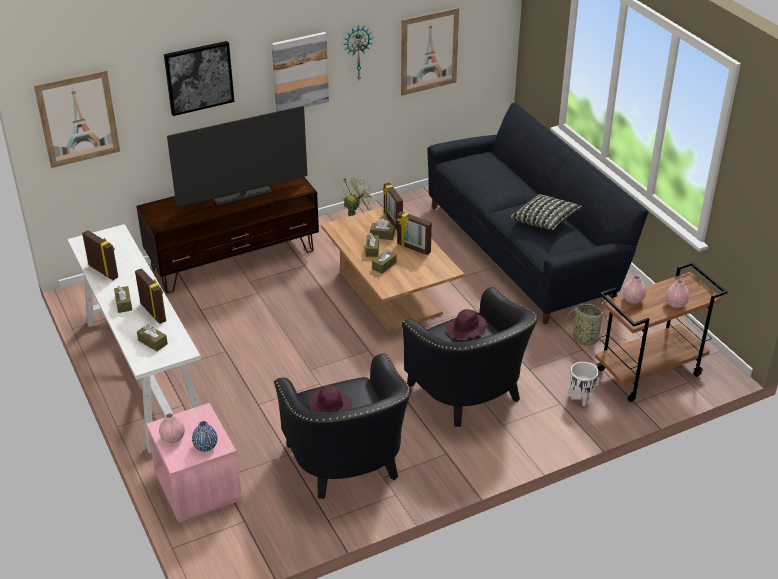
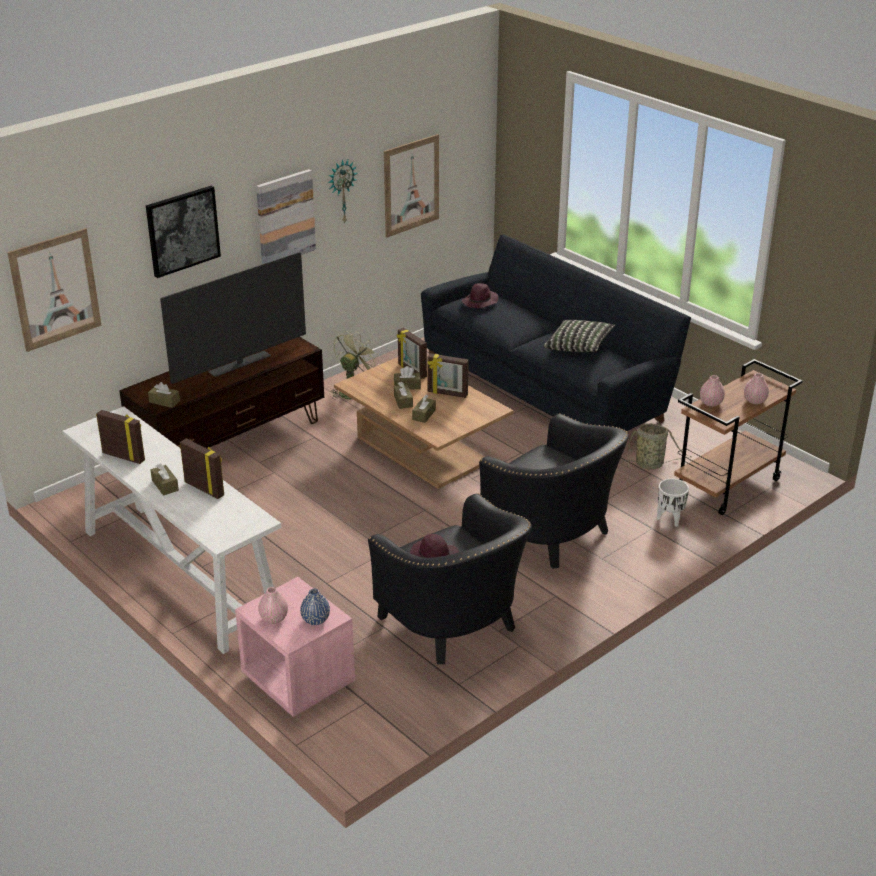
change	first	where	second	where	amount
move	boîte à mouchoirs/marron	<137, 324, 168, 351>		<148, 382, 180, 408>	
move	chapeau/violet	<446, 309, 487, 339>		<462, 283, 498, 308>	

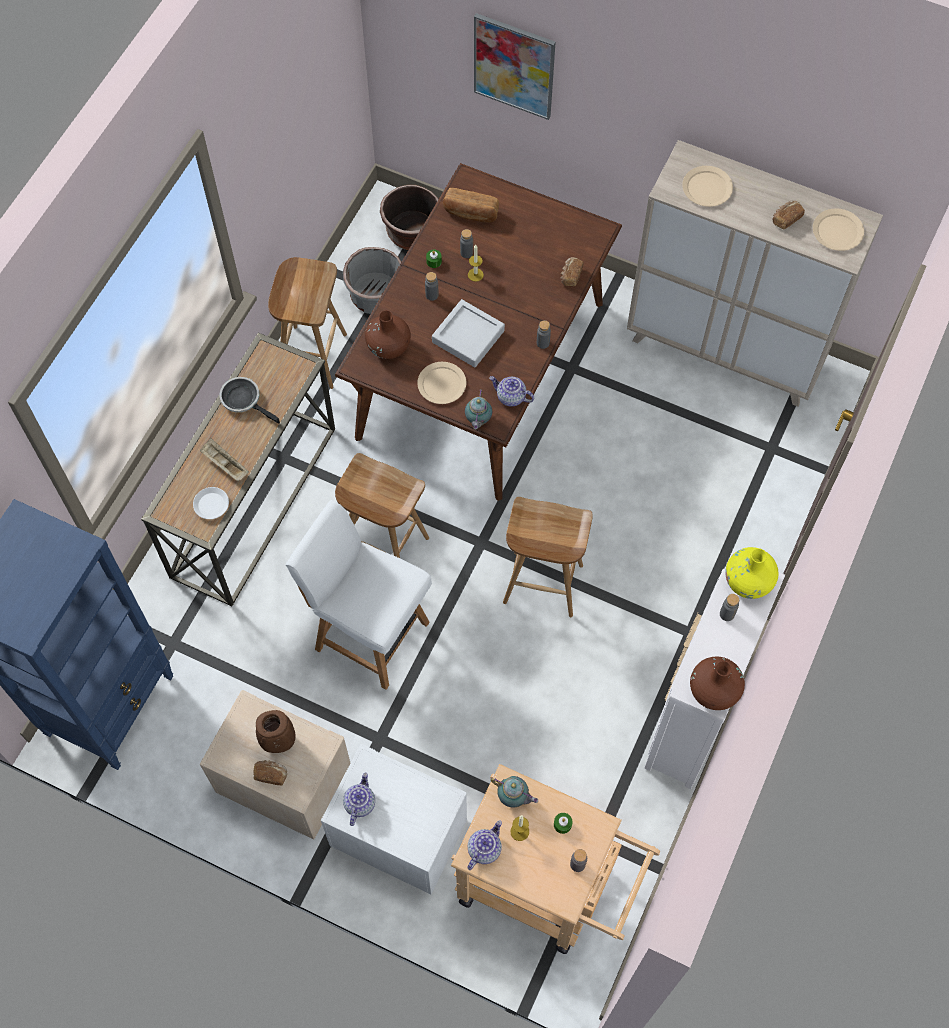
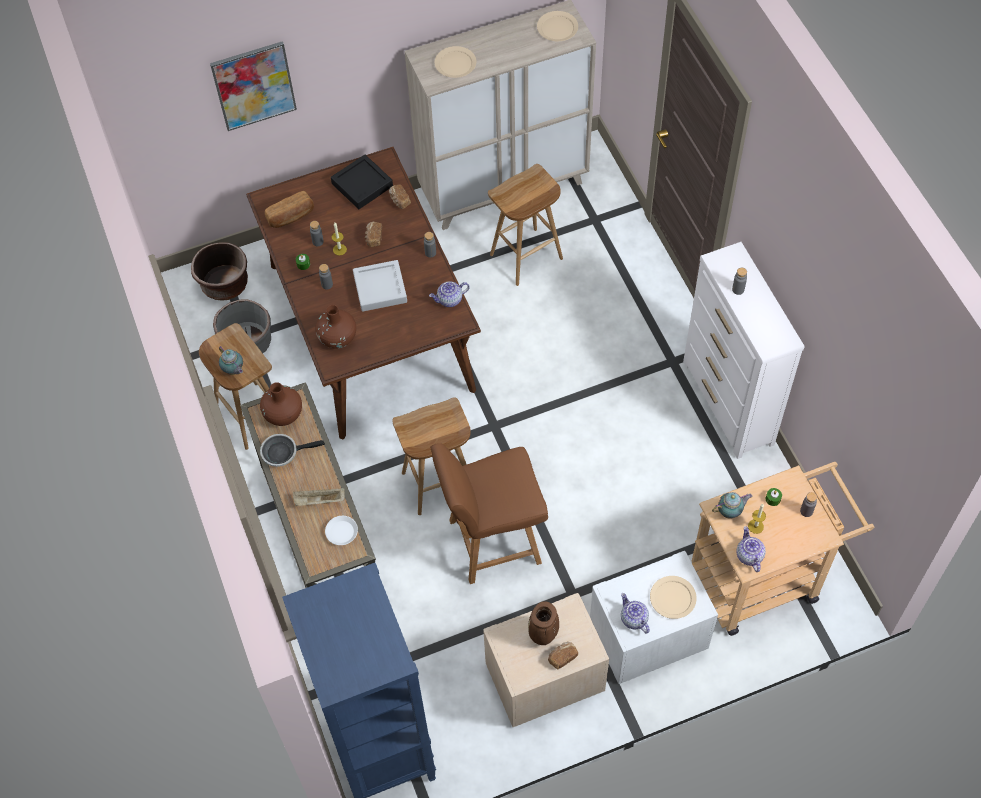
change	first	where	second	where	amount
delete	vase/jaune	<725, 547, 778, 599>			
insert			plateau/noir	<331, 155, 393, 209>	
move	assiette/beige	<417, 362, 466, 404>		<650, 576, 697, 619>	
move	théière	<465, 390, 492, 430>		<219, 347, 243, 375>	
move	tabouret/marron	<503, 497, 593, 617>		<488, 164, 563, 286>	
move	vase/marron	<690, 657, 745, 710>		<260, 382, 302, 426>	
move	pain	<772, 200, 805, 229>		<364, 222, 382, 247>	
recolor	chaise/blanc	<286, 500, 432, 690>	chaise/marron	<430, 443, 548, 584>	

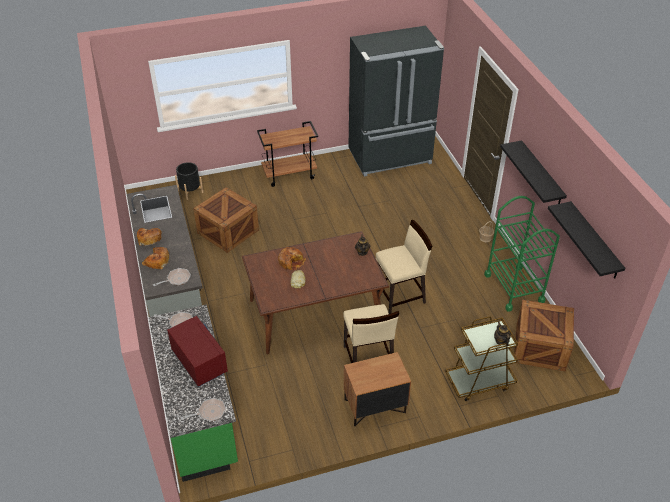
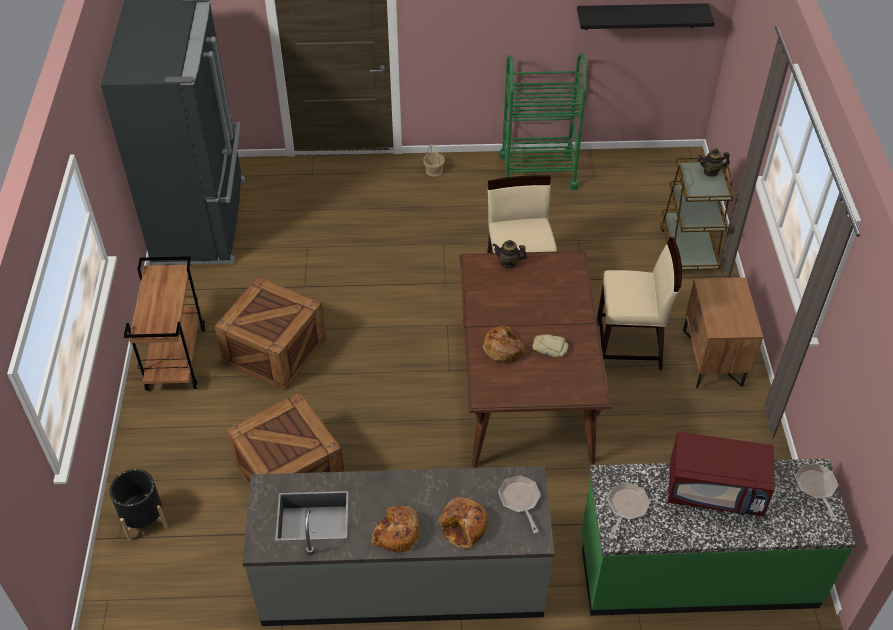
change	first	where	second	where	amount
delete	étagère/noir	<500, 140, 567, 204>			
move	caisse	<514, 300, 574, 372>		<214, 277, 326, 391>	
rotate	micro-ondes/rouge	<167, 316, 228, 387>		<668, 432, 774, 516>	150 degrees counterclockwise

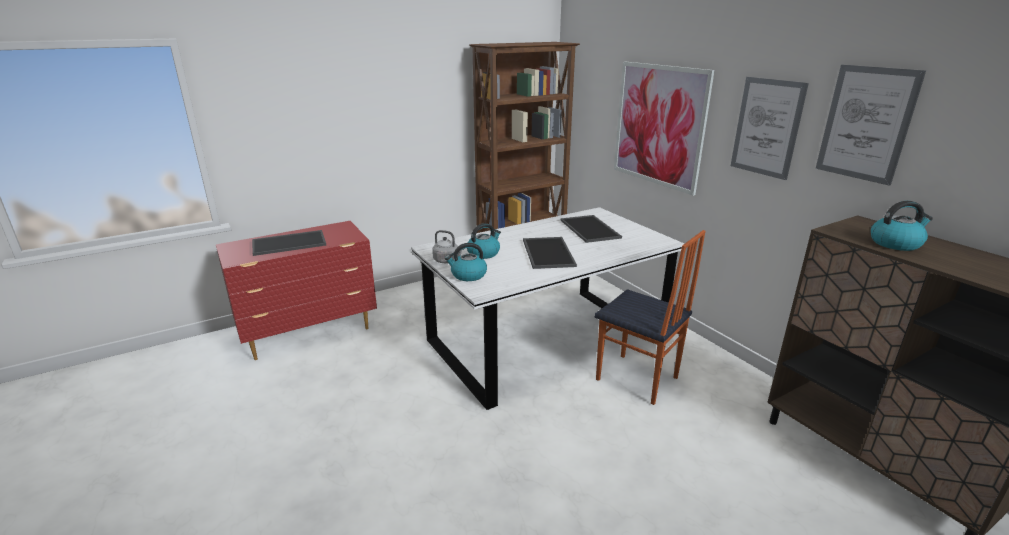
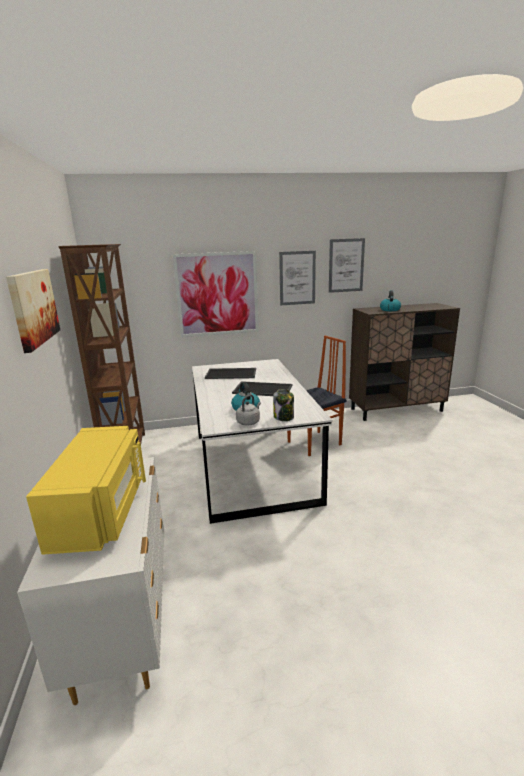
change	first	where	second	where	amount
insert			tableau	<6, 269, 60, 353>	
replace	plateau	<252, 230, 326, 256>	micro-ondes/jaune	<26, 426, 146, 555>	
replace	bouilloire	<445, 243, 487, 281>	bocal	<273, 389, 294, 421>	
recolor	commode/rouge	<216, 221, 377, 360>	commode/blanc	<17, 457, 164, 705>	

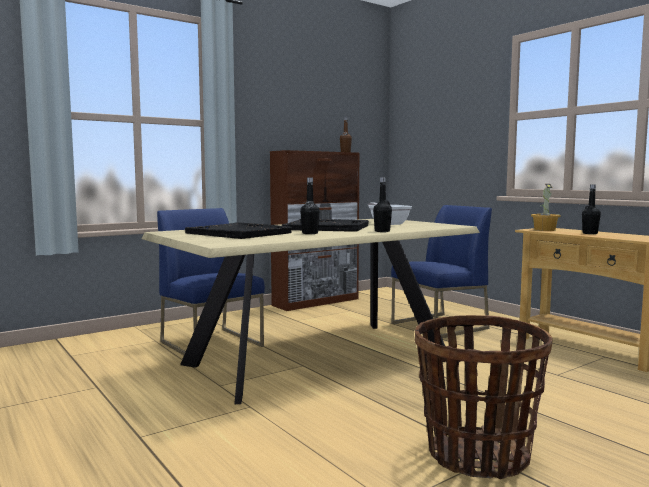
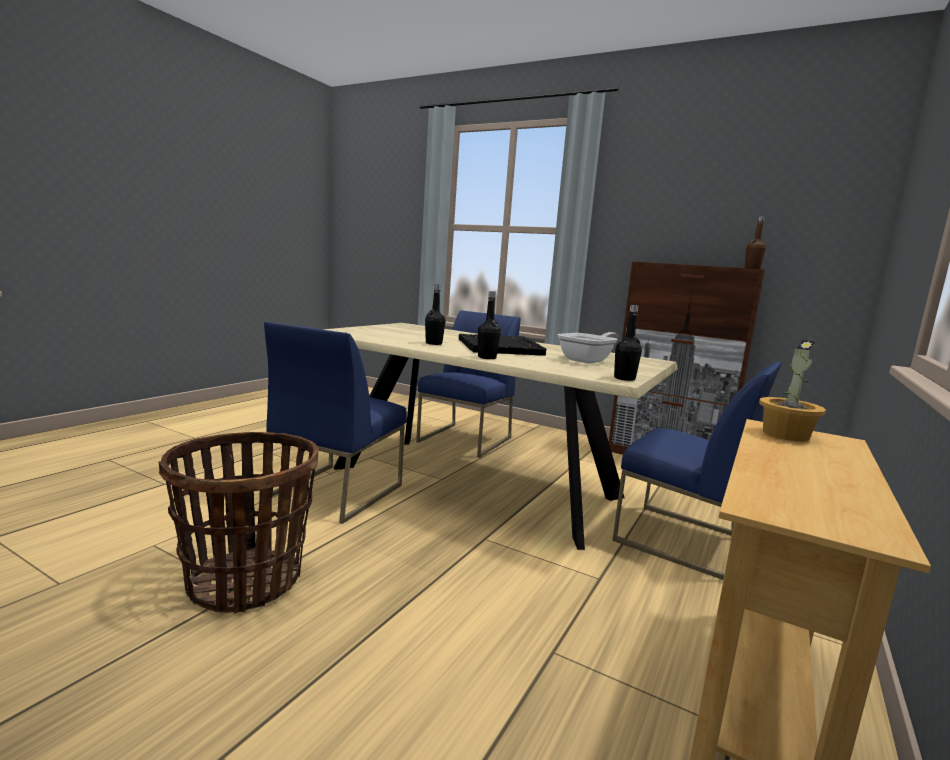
change	first	where	second	where	amount
delete	plateau/noir	<185, 222, 292, 239>			
insert			chaise/bleu	<264, 322, 407, 524>	
move	bouteille/noir	<582, 184, 601, 234>		<614, 305, 642, 381>	

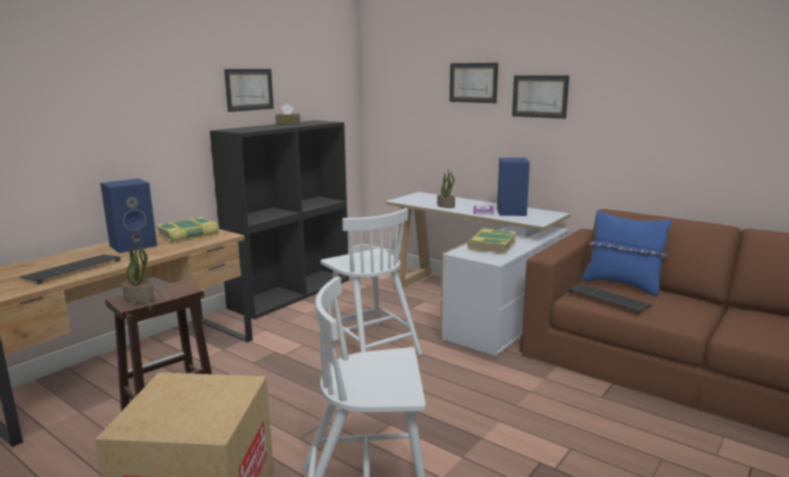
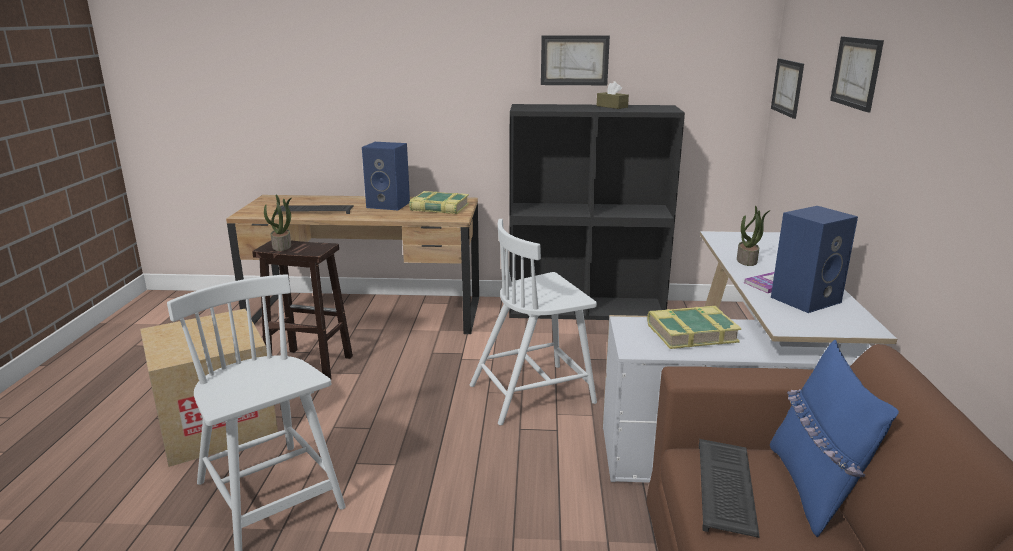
change	first	where	second	where	amount
move	tableau	<512, 75, 569, 119>		<771, 58, 804, 119>	
rotate	chaise/blanc	<320, 208, 422, 355>		<470, 219, 597, 425>	45 degrees clockwise

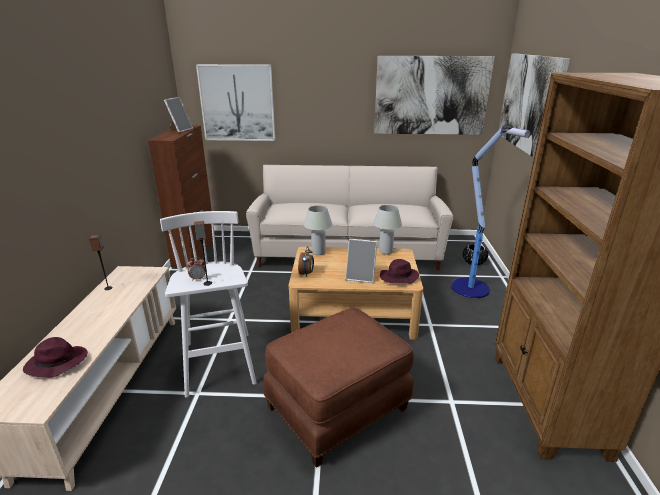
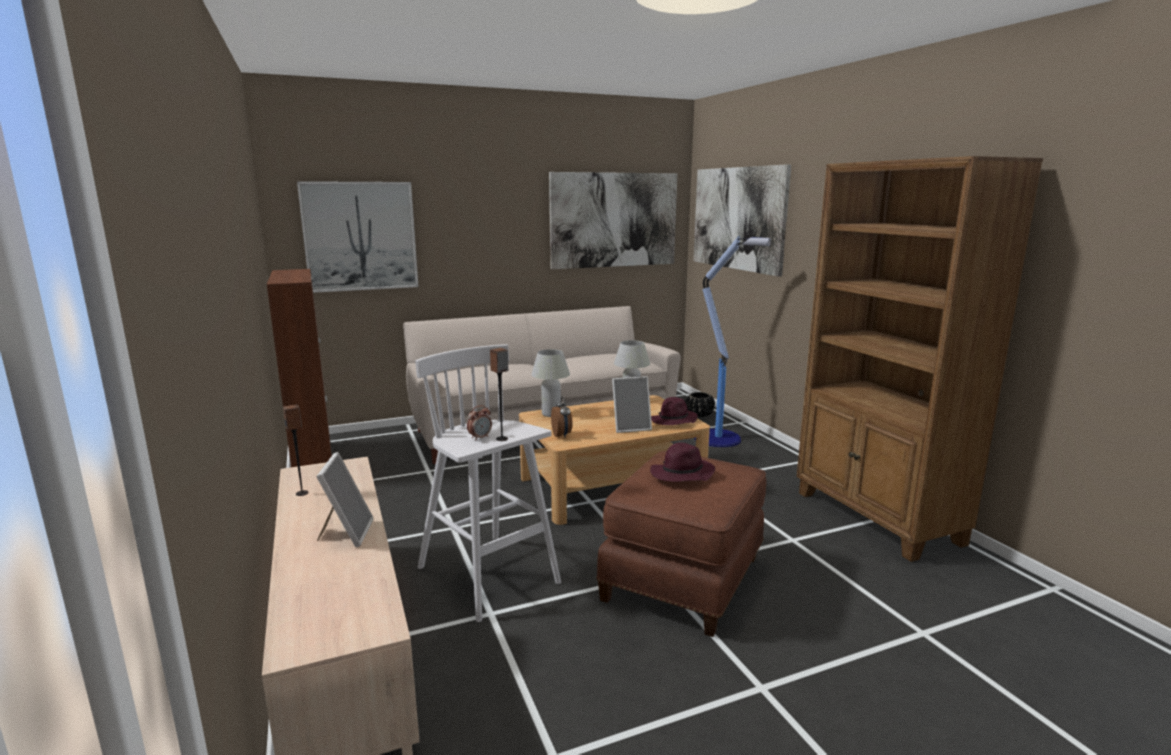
change	first	where	second	where	amount
move	chapeau/violet	<23, 337, 88, 378>		<650, 443, 715, 482>	
move	cadre photo	<164, 97, 193, 133>		<316, 452, 374, 547>	

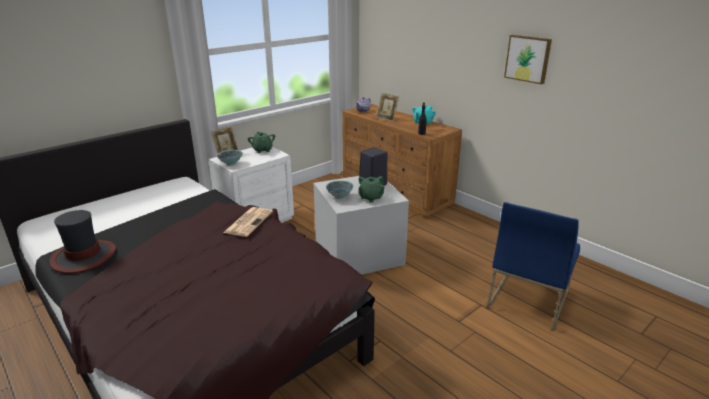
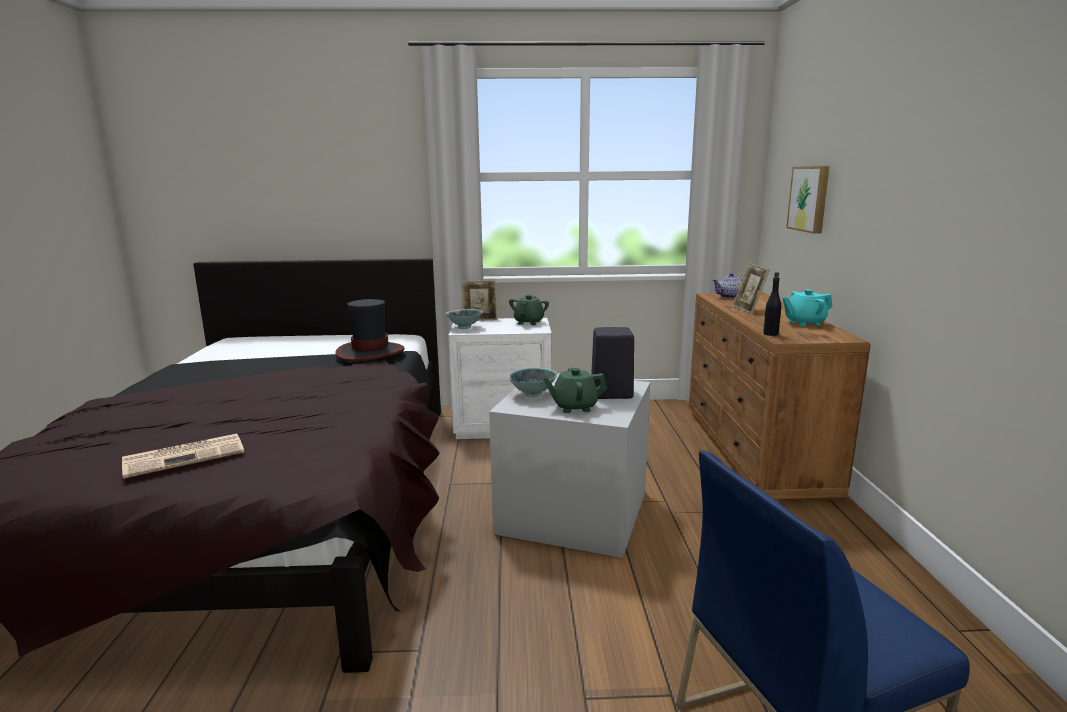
change	first	where	second	where	amount
move	chapeau	<49, 210, 116, 274>		<335, 299, 405, 362>	
move	journal	<223, 207, 273, 237>		<122, 434, 244, 479>	
move	tableau	<504, 35, 552, 84>		<786, 166, 830, 234>	

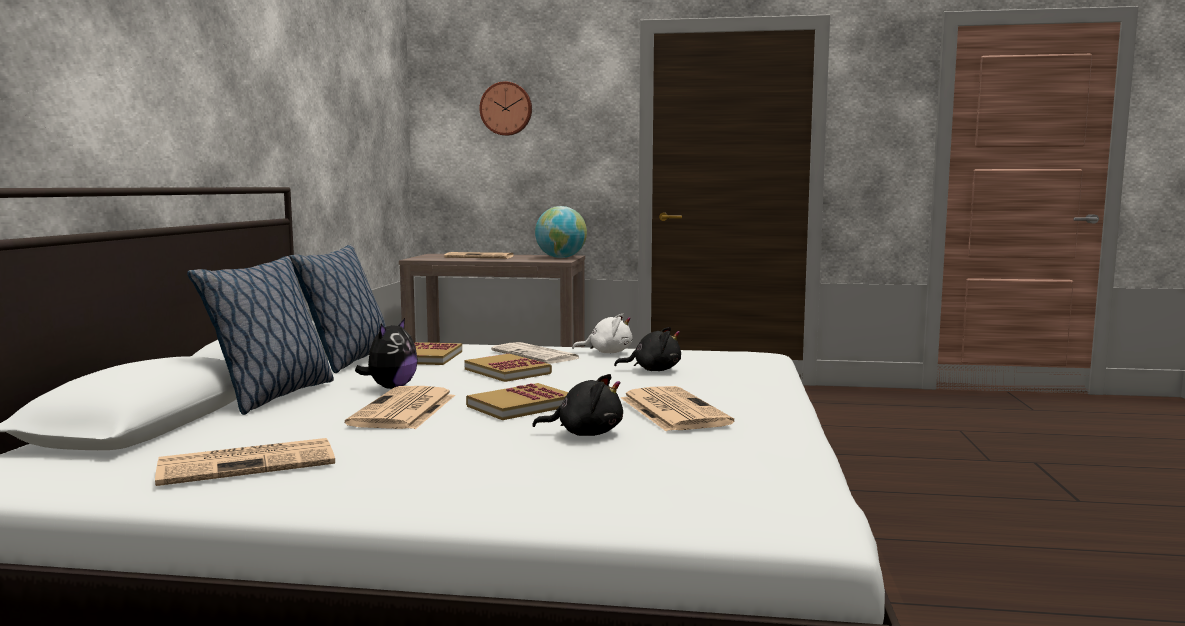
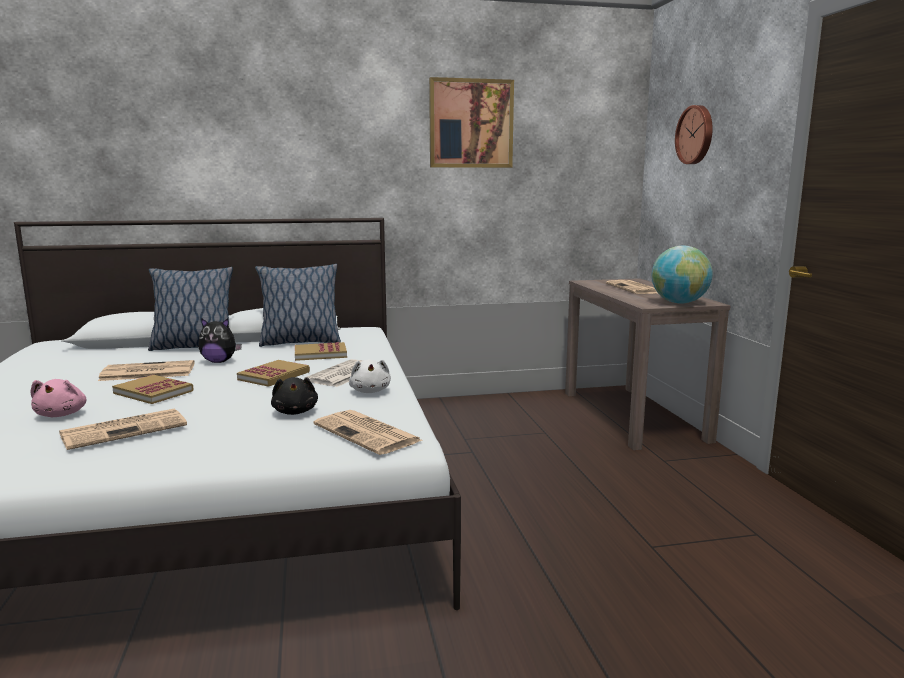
change	first	where	second	where	amount
insert			tableau	<429, 77, 514, 168>	
move	journal	<155, 438, 335, 486>		<313, 410, 422, 455>	
recolor	peluche/noir	<532, 374, 623, 436>	peluche/rose	<31, 379, 87, 417>	

